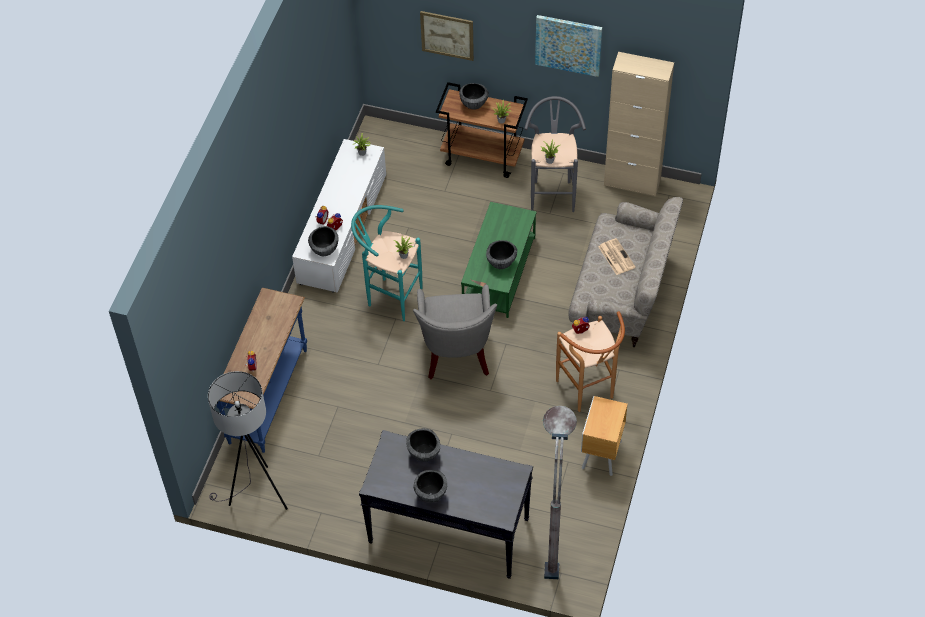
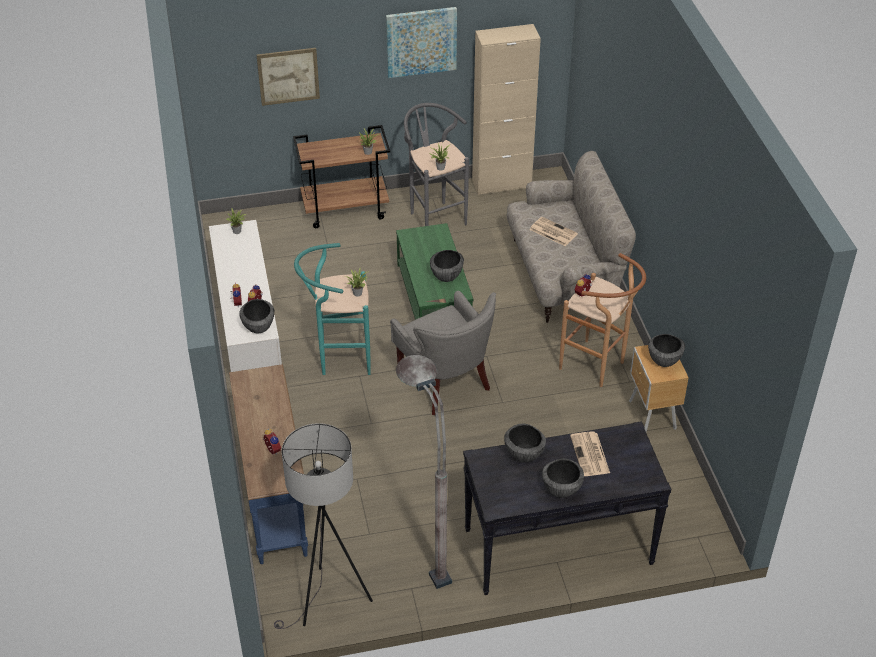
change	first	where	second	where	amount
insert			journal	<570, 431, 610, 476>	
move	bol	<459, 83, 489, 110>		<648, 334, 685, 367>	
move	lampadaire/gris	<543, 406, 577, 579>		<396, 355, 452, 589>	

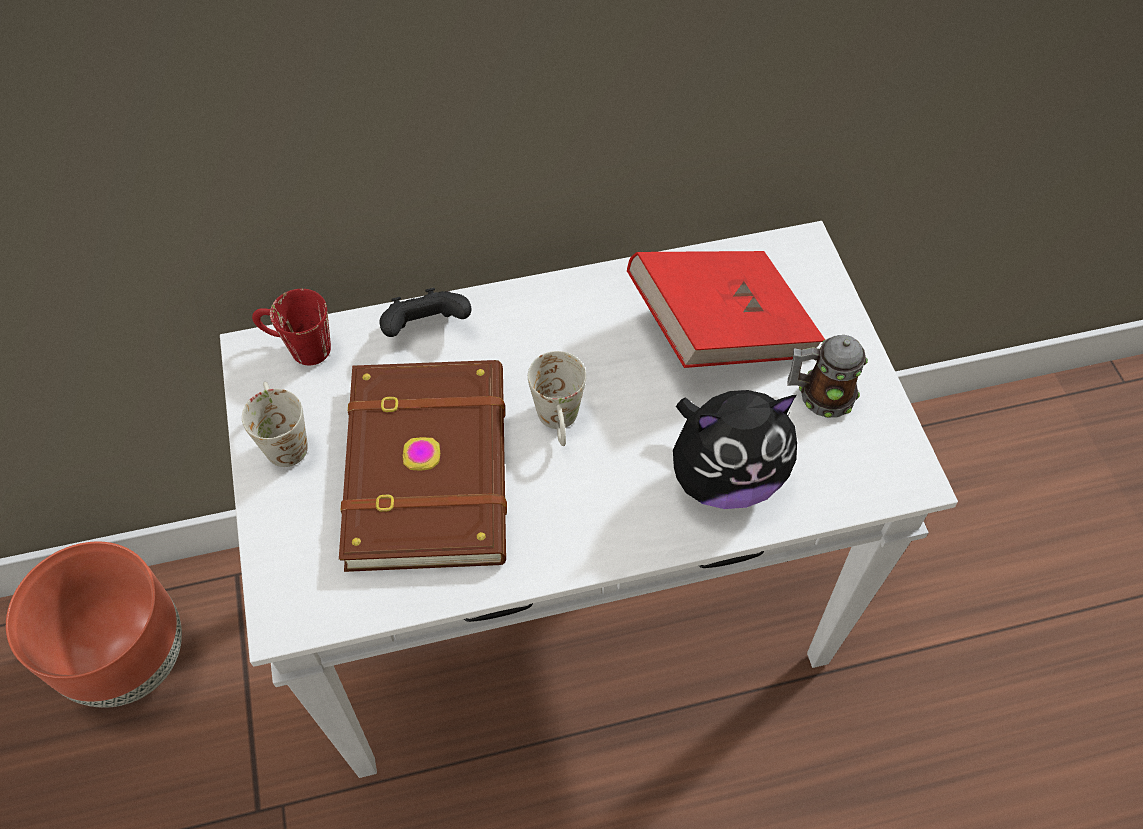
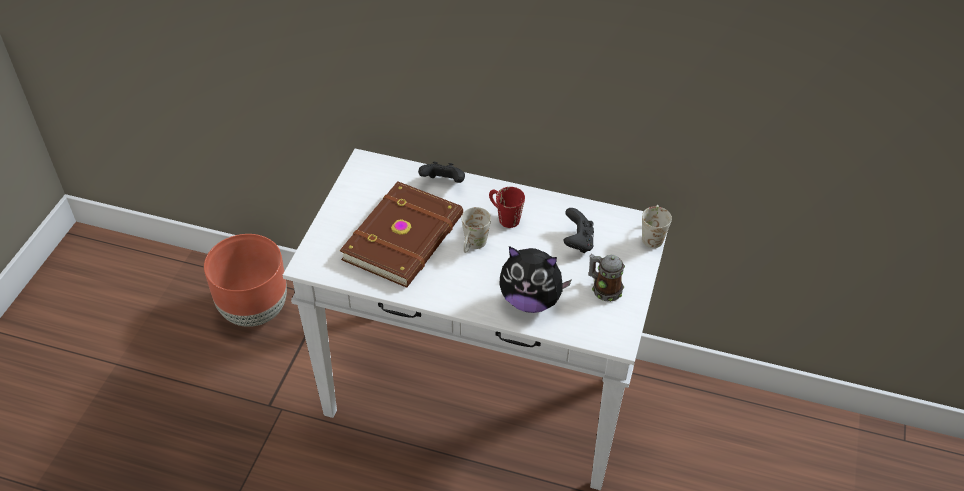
change	first	where	second	where	amount
move	mug/blanc	<242, 382, 308, 467>		<642, 205, 672, 248>	
move	mug/rouge	<252, 289, 331, 365>		<489, 187, 525, 228>	
replace	livre/rouge	<627, 251, 825, 368>	manette/noir	<564, 208, 594, 253>	

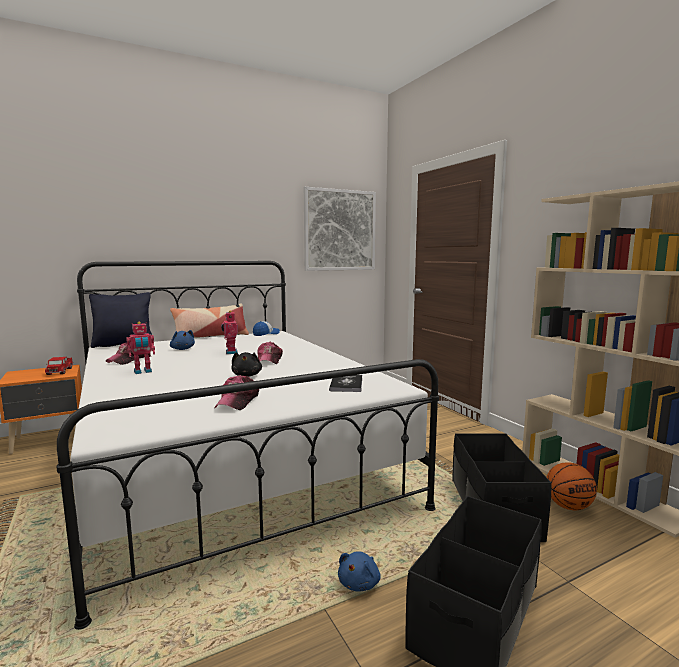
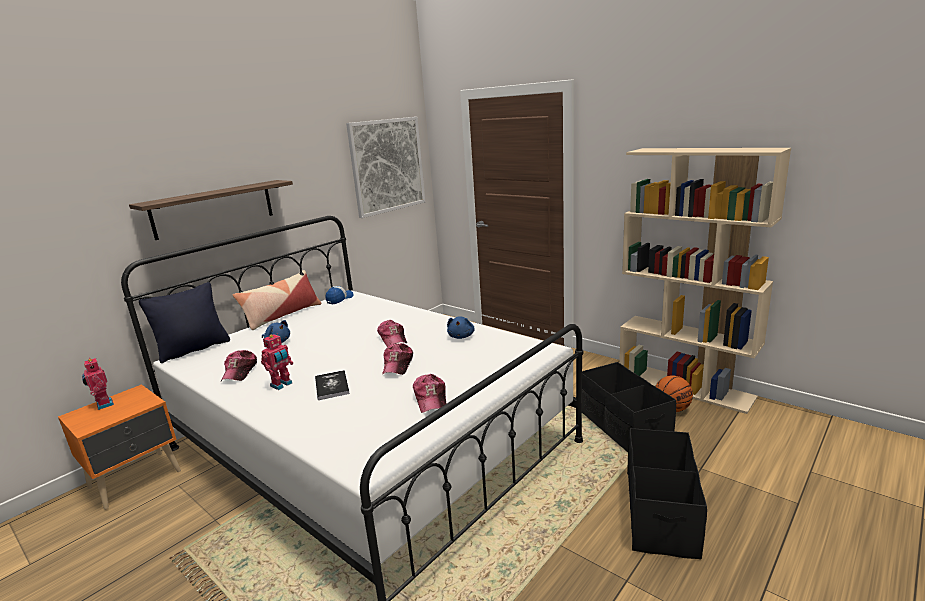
change	first	where	second	where	amount
delete	camion jouet	<45, 357, 73, 375>			
insert			étagère	<129, 180, 293, 240>	
move	robot jouet	<221, 311, 238, 354>		<82, 357, 114, 410>	
move	livre	<329, 375, 362, 392>		<315, 370, 350, 400>	
move	peluche/bleu	<338, 551, 381, 591>		<447, 316, 475, 339>	
replace	peluche/noir	<232, 352, 262, 377>	casquette	<382, 343, 413, 375>	

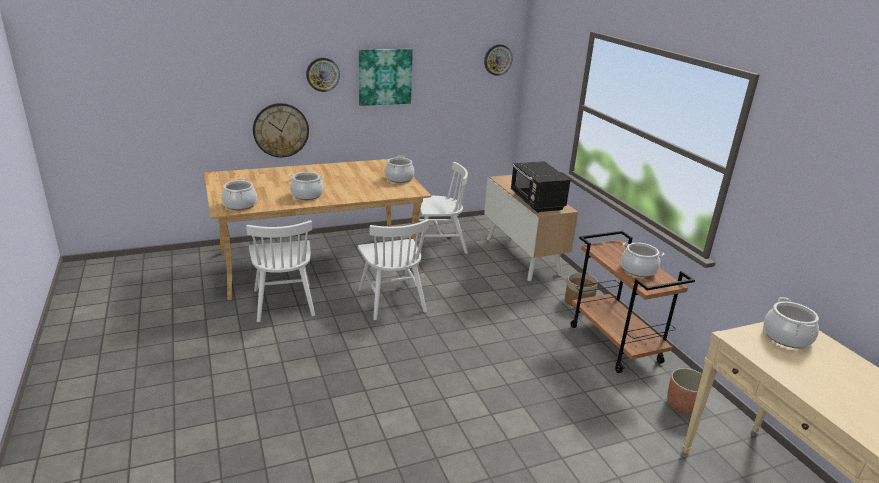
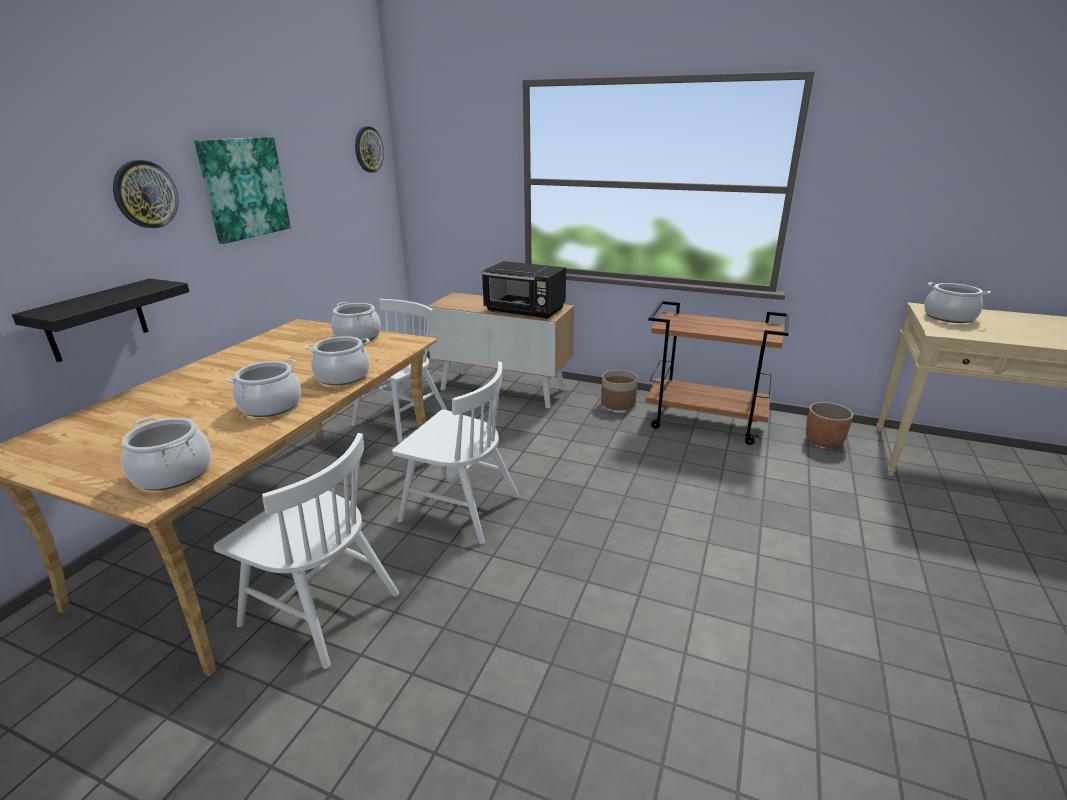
change	first	where	second	where	amount
move	marmite	<621, 243, 664, 277>		<305, 336, 370, 386>	
replace	horloge murale	<253, 103, 309, 158>	étagère/noir	<12, 279, 189, 362>	

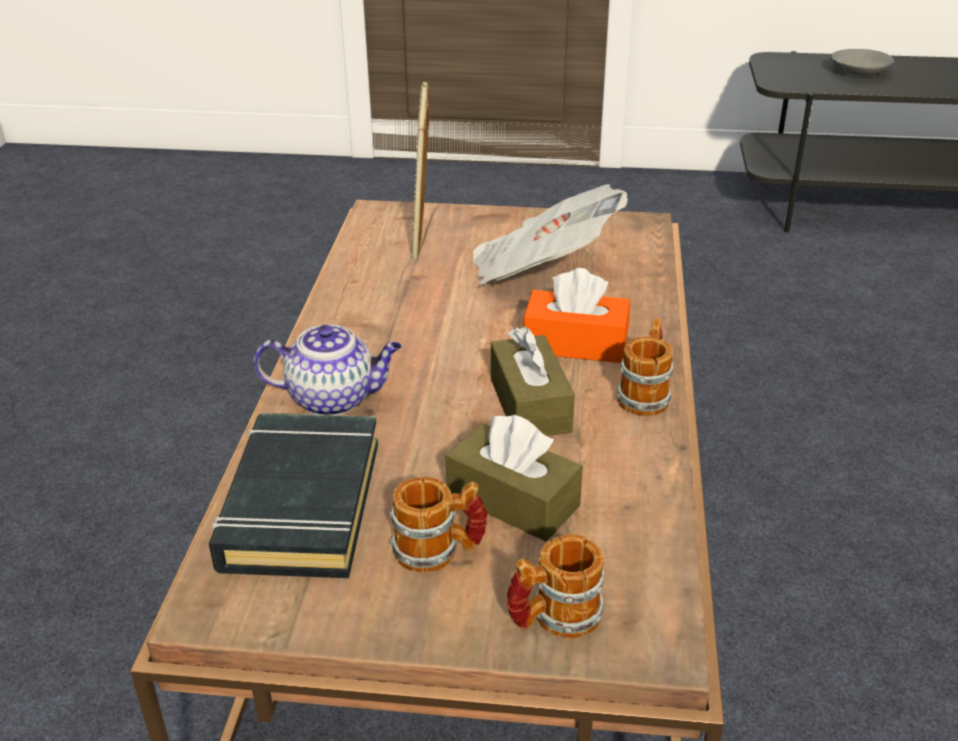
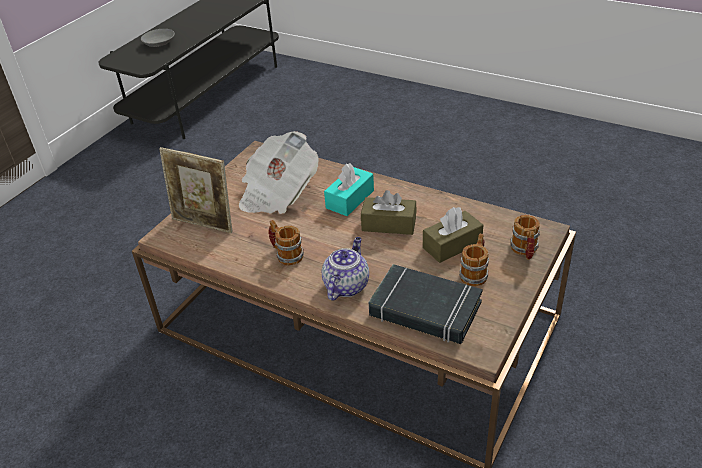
change	first	where	second	where	amount
move	mug	<617, 318, 674, 416>		<268, 220, 304, 266>	
recolor	boîte à mouchoirs/orange	<523, 268, 630, 363>	boîte à mouchoirs/turquoise	<324, 163, 374, 216>	

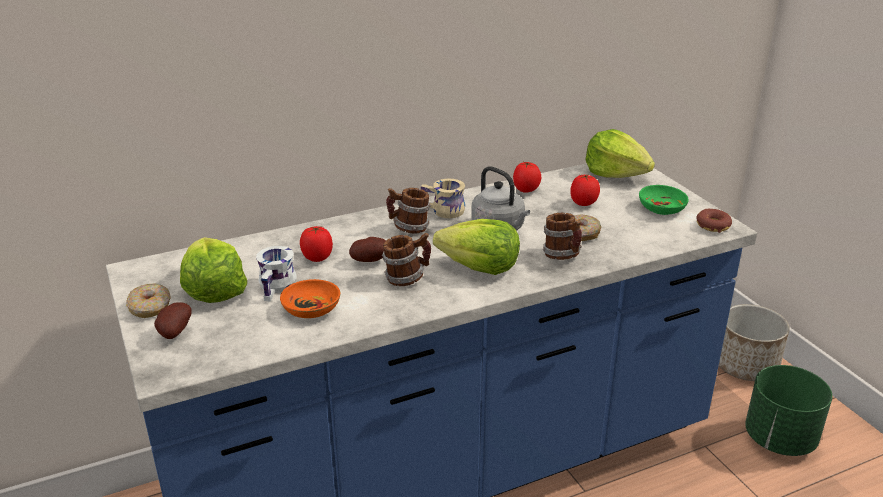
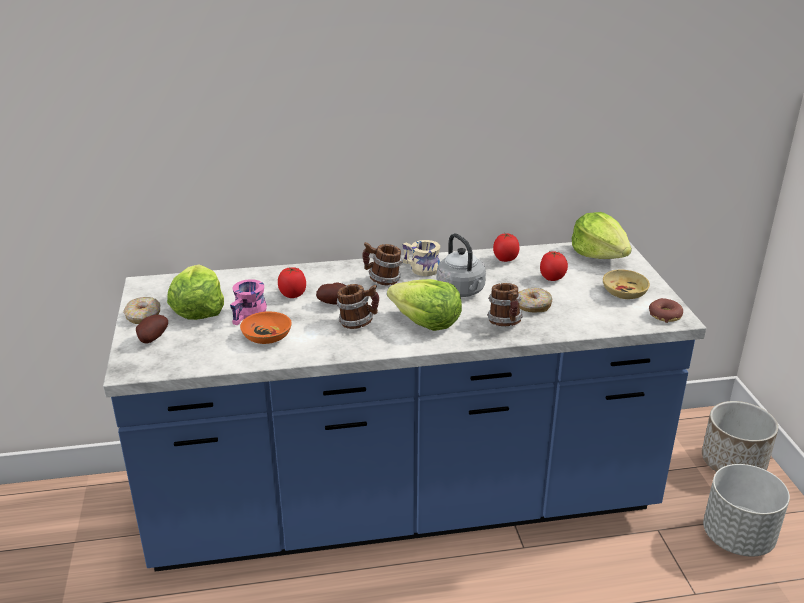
change	first	where	second	where	amount
recolor	mug/blanc	<256, 246, 297, 302>	mug/rose	<230, 279, 267, 326>	
recolor	bol/vert	<639, 185, 689, 215>	bol/beige	<603, 270, 650, 299>	
recolor	cache-pot/vert	<745, 365, 832, 456>	cache-pot/gris	<703, 464, 790, 557>	

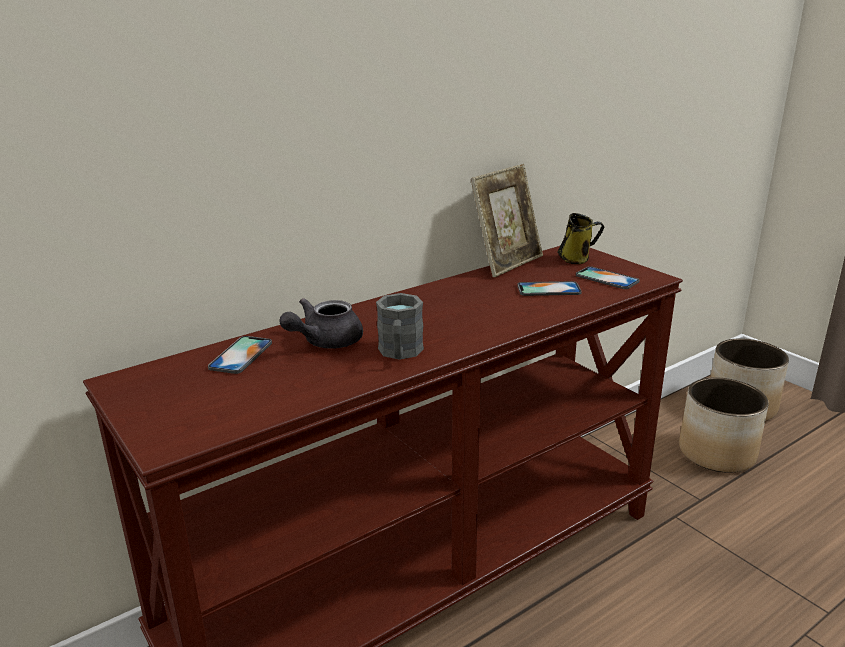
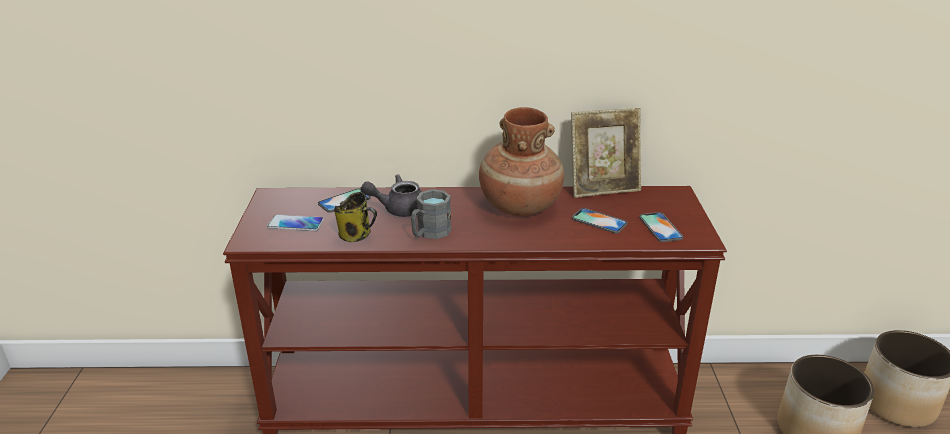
change	first	where	second	where	amount
insert			téléphone	<267, 215, 324, 231>	
insert			vase/marron	<479, 107, 564, 216>	
move	mug	<557, 213, 604, 264>		<334, 192, 377, 242>	

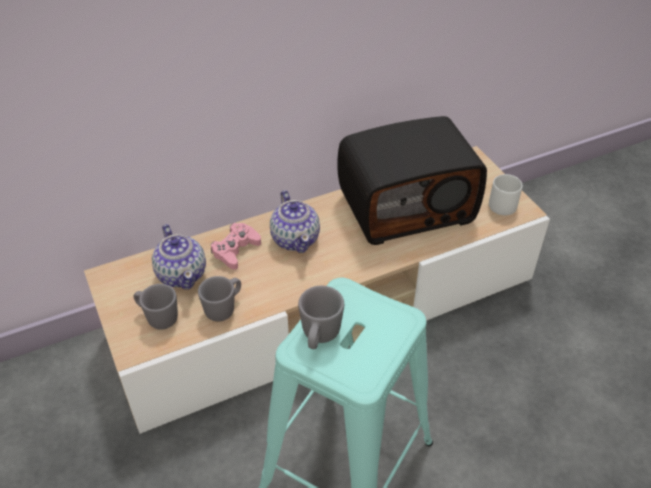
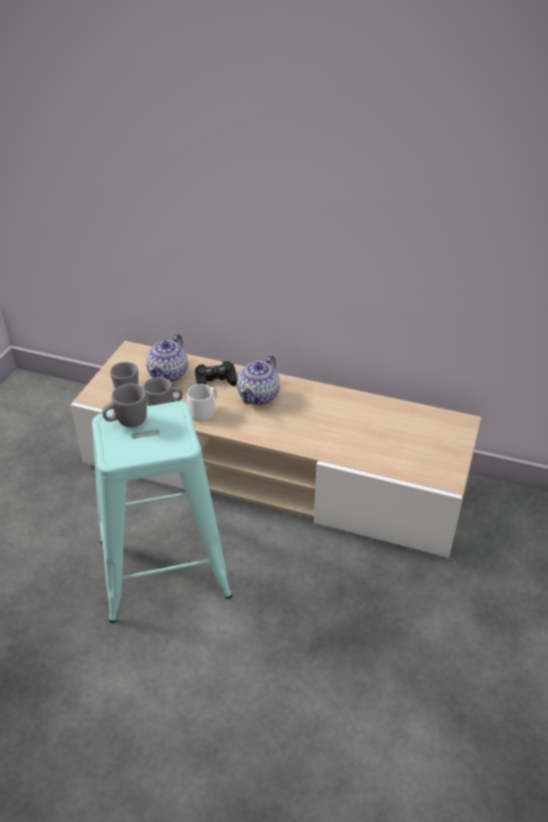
change	first	where	second	where	amount
delete	radio	<337, 116, 487, 245>			
move	mug/blanc	<489, 174, 523, 215>		<187, 384, 217, 422>	
recolor	manette/rose	<211, 223, 261, 270>	manette/noir	<195, 361, 237, 386>	

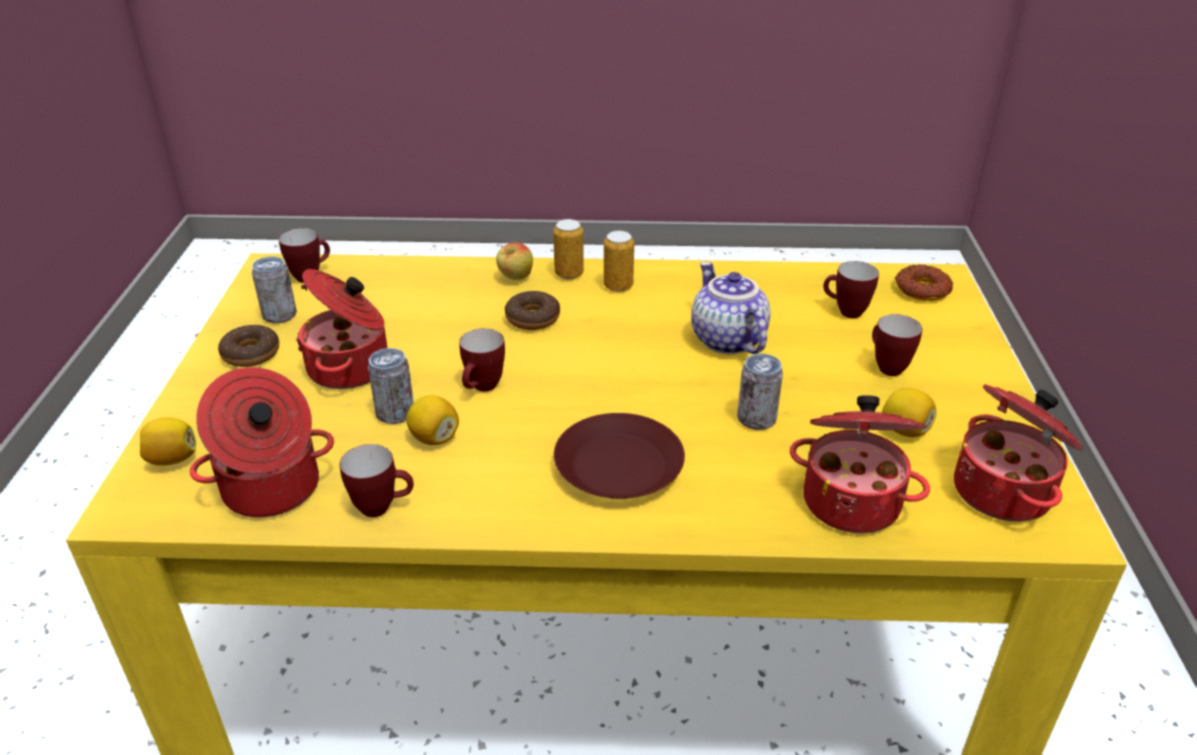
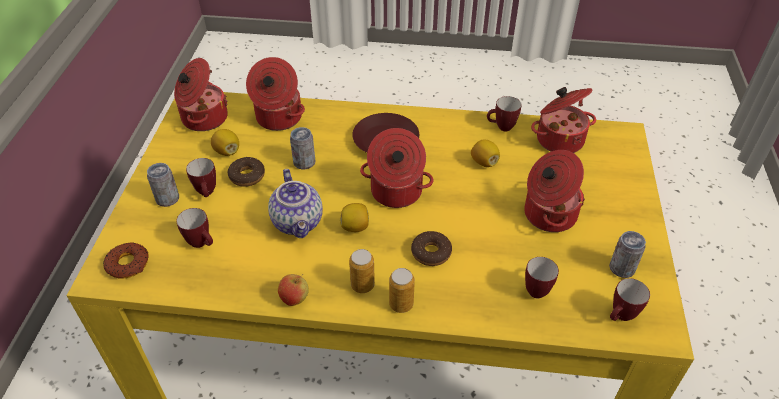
change	first	where	second	where	amount
insert			marmite	<360, 128, 433, 208>	
move	citron	<140, 417, 196, 466>		<340, 203, 369, 232>	
move	beignet	<218, 325, 279, 367>		<228, 157, 265, 187>	
move	boîte métallique	<368, 348, 414, 424>		<147, 163, 179, 207>	
move	mug	<459, 328, 505, 392>		<525, 257, 559, 298>	
move	pomme	<496, 242, 533, 280>		<278, 274, 309, 306>	

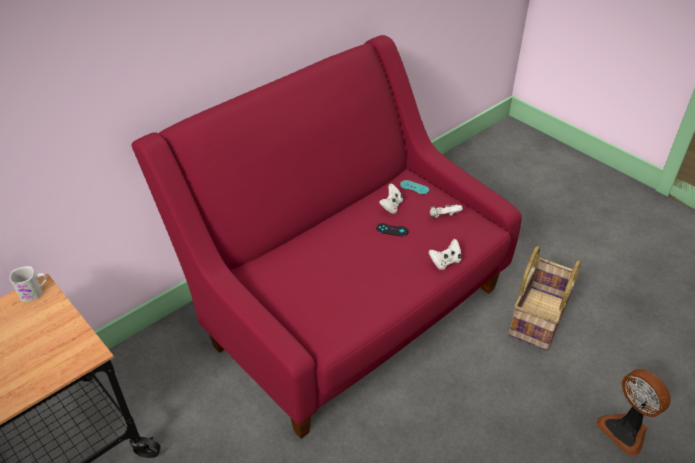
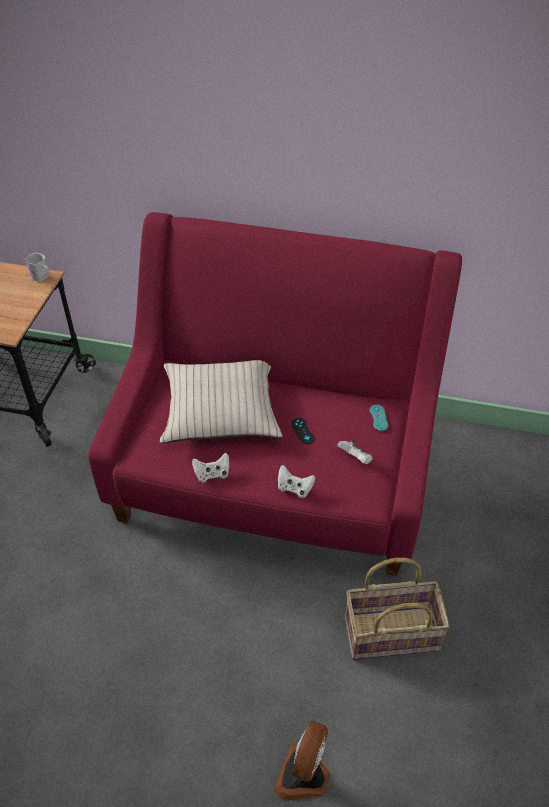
change	first	where	second	where	amount
insert			coussin/beige	<160, 360, 282, 443>	
move	manette/blanc	<379, 184, 404, 214>		<192, 453, 229, 482>	

